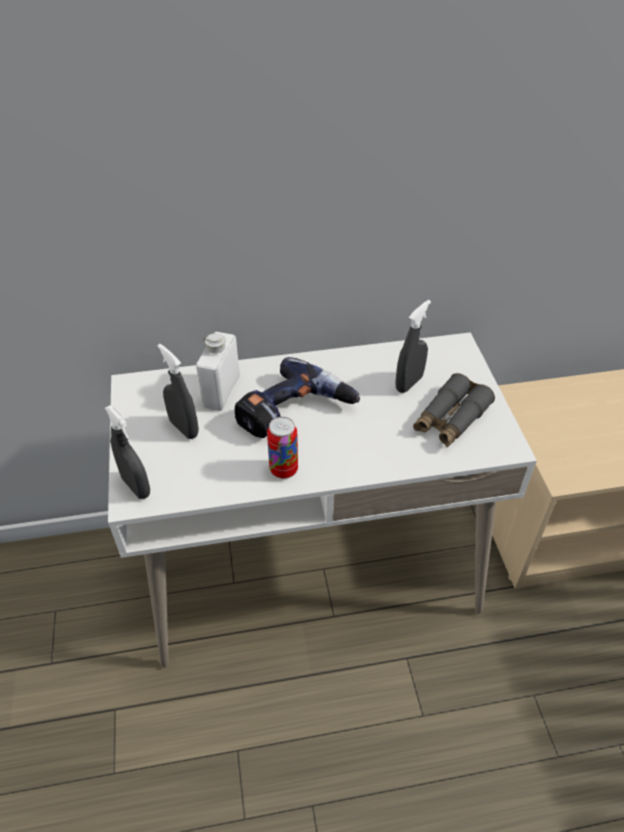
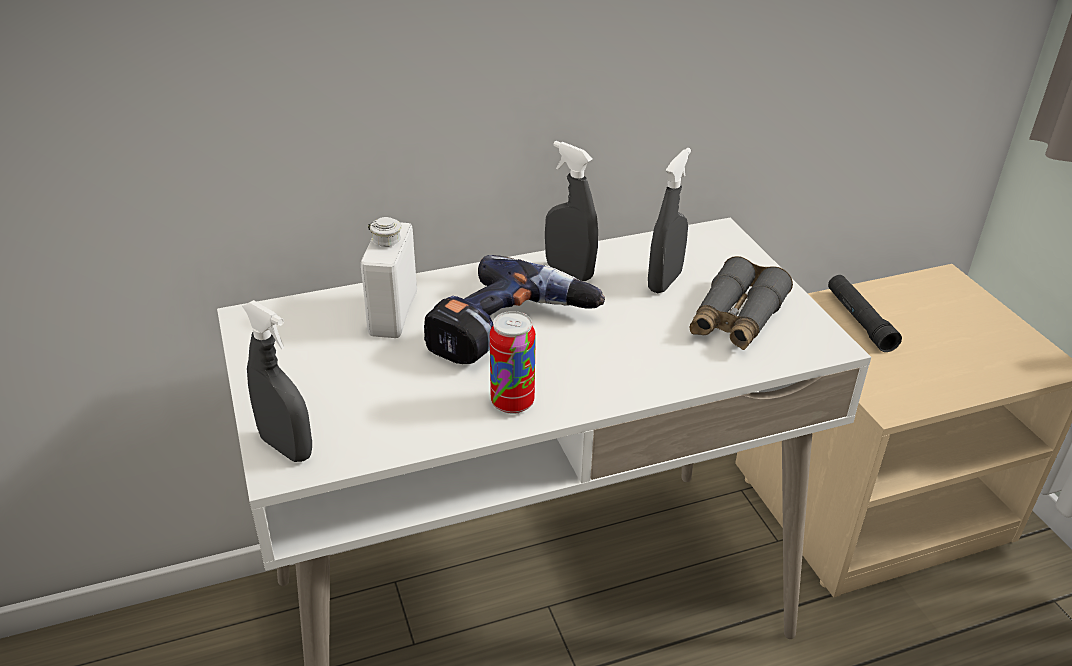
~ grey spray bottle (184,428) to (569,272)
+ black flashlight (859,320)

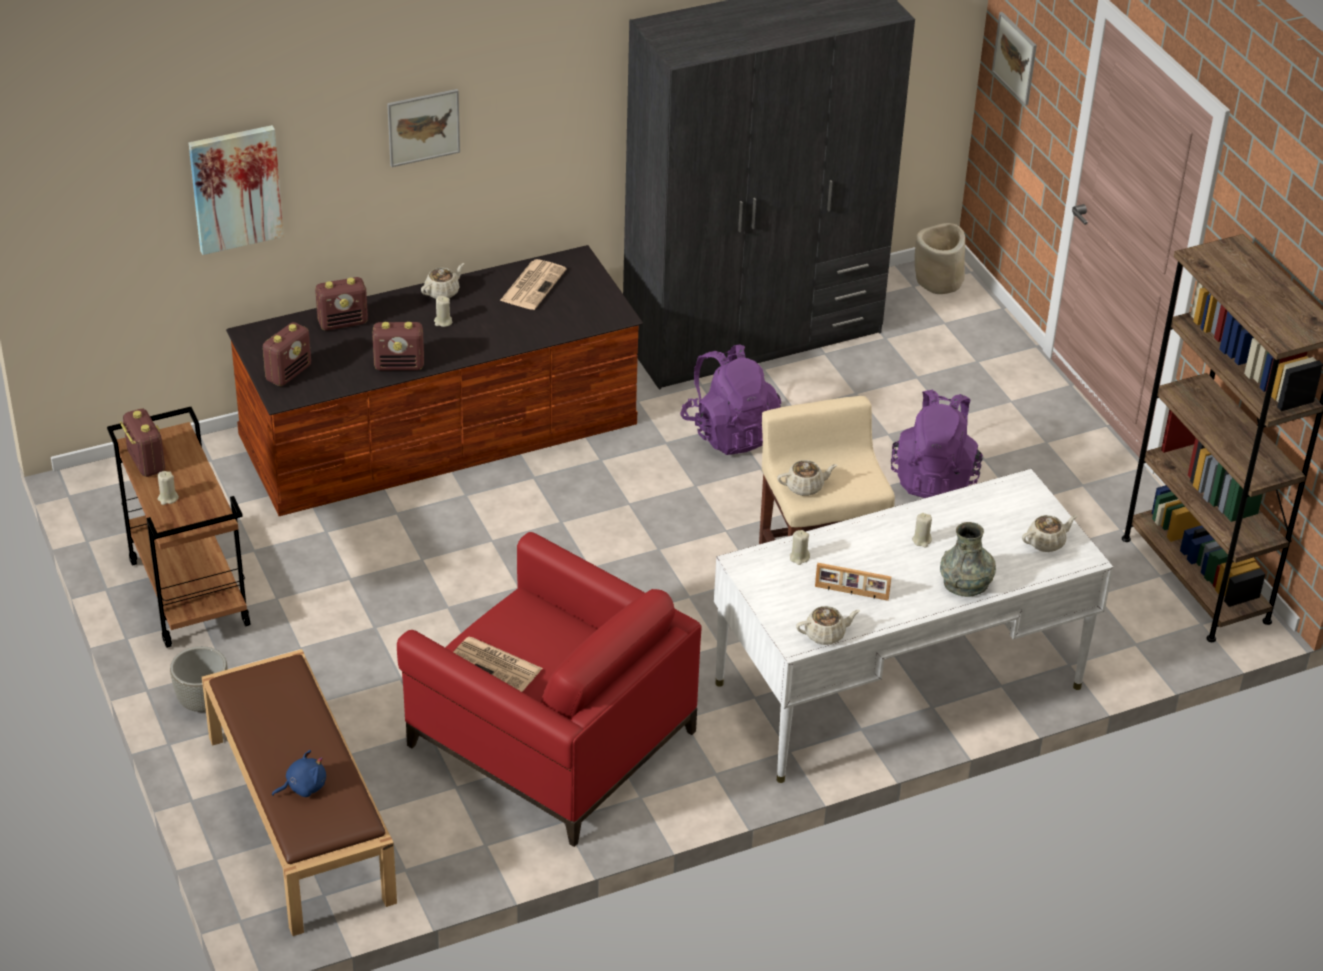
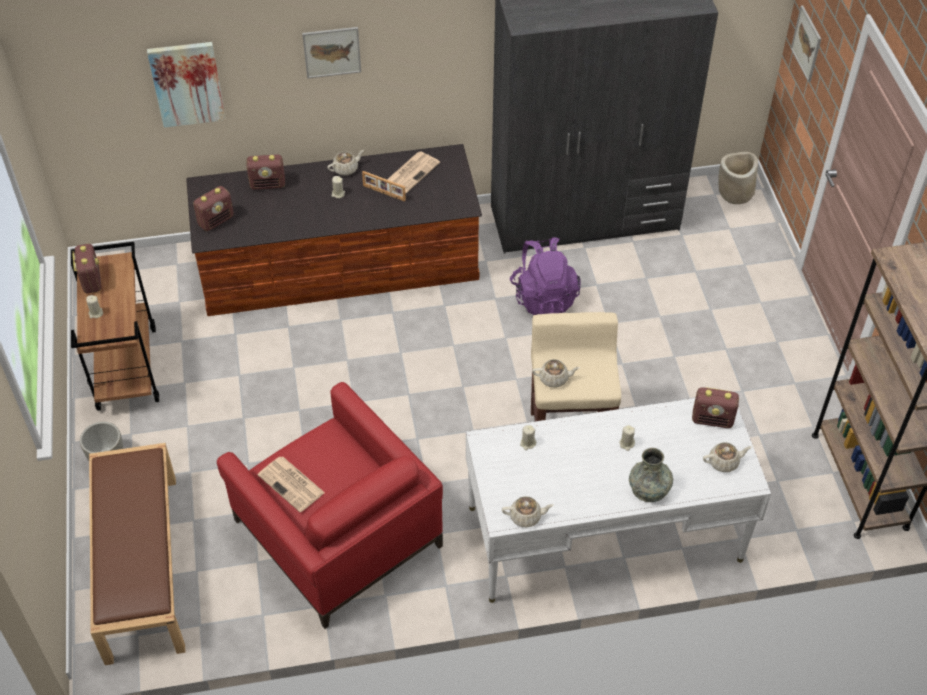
~ picture frame (851,593) to (384,193)
~ radio (399,365) to (712,420)
- blue plush toy (303,786)
- purple backpack (934,478)

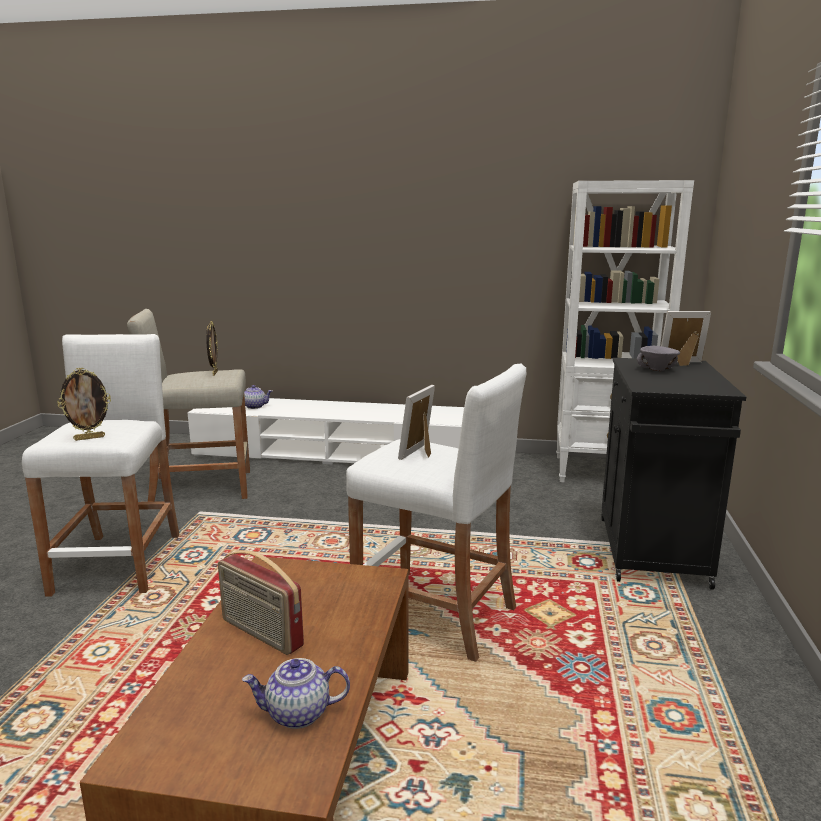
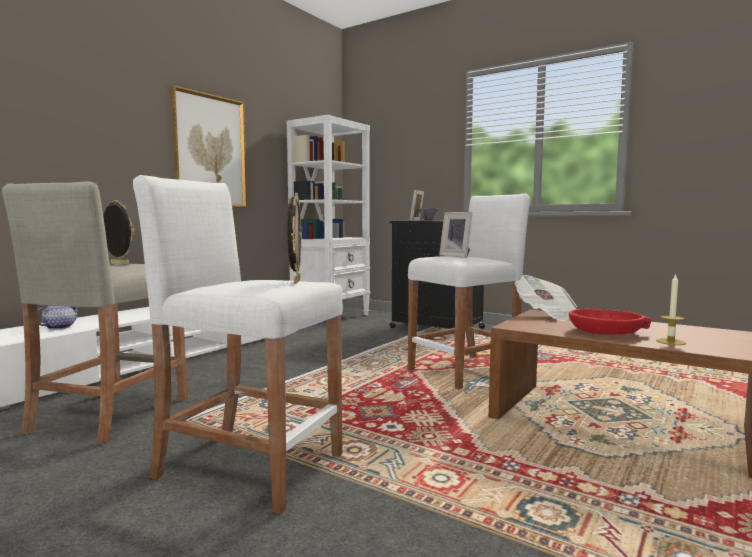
+ picture (210,151)
+ newspaper (546,314)
~ radio (260,634) to red bowl (605,331)
+ candle (670,342)
- teapot (297,714)

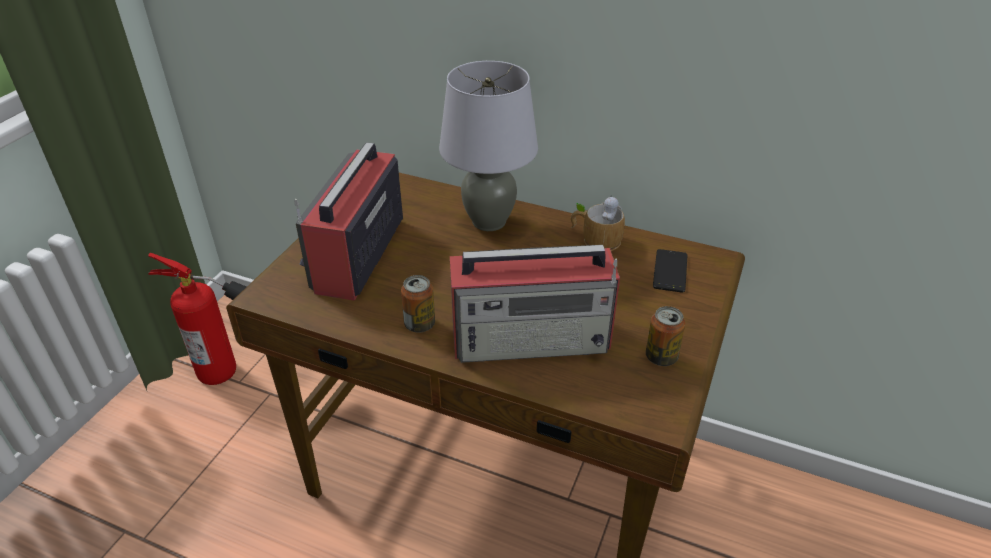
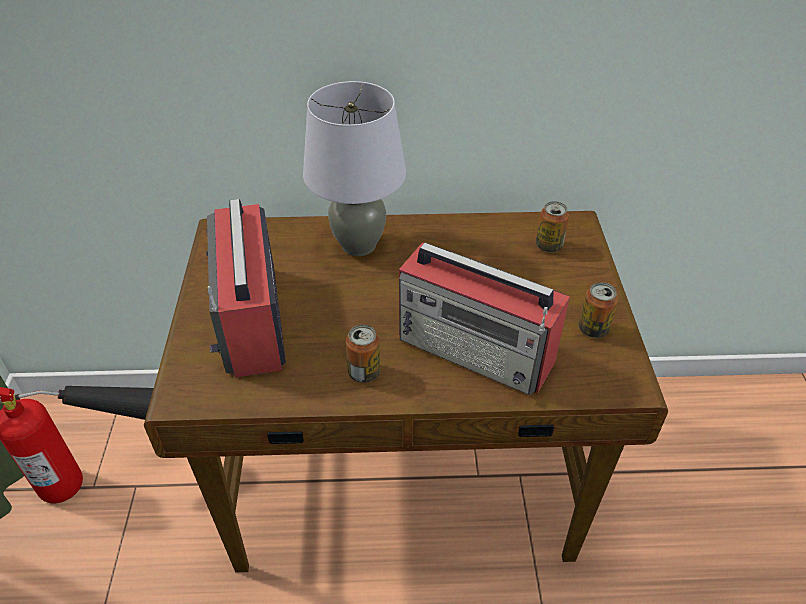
~ radio (533,339) = (477,350) 60 degrees clockwise
~ phone (670,271) to can (548,246)
- mug (595,238)

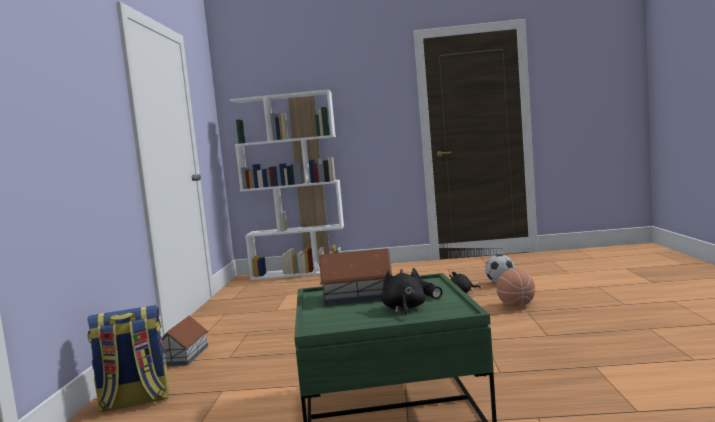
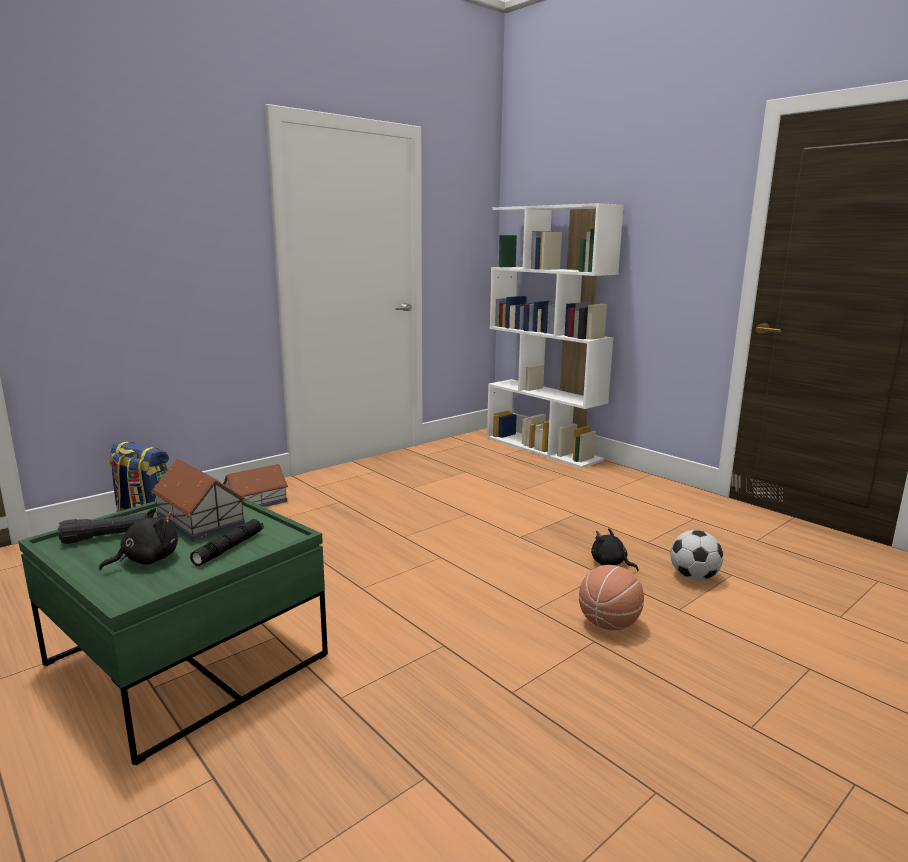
+ black flashlight (109,536)

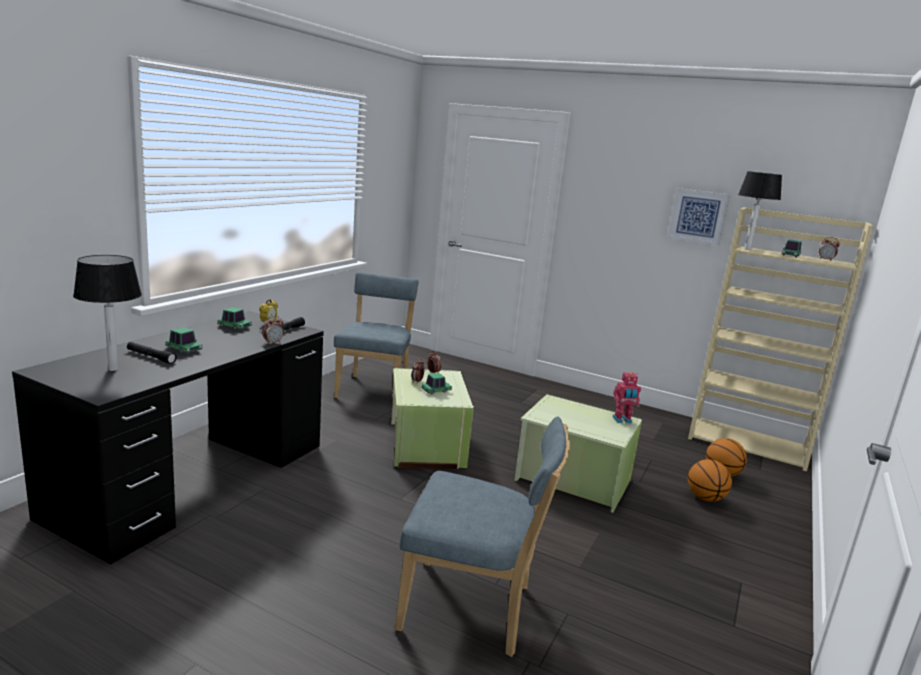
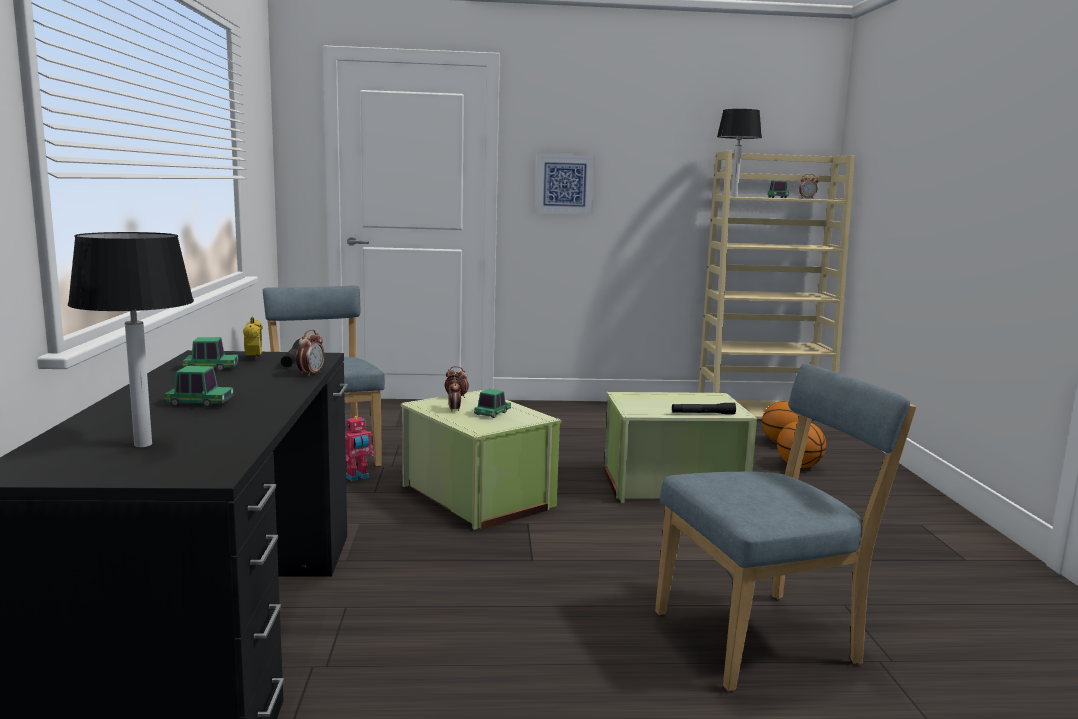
~ toy robot (622,420) to (357,477)
~ picture (698,216) to (564,184)
~ black flashlight (151,357) to (703,414)

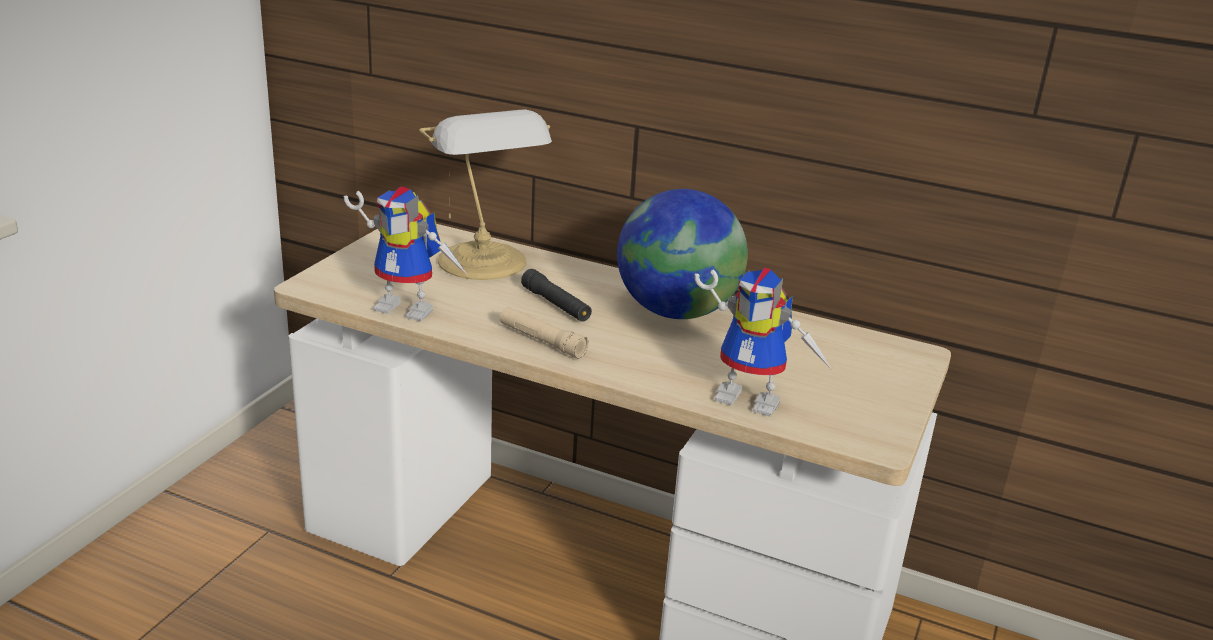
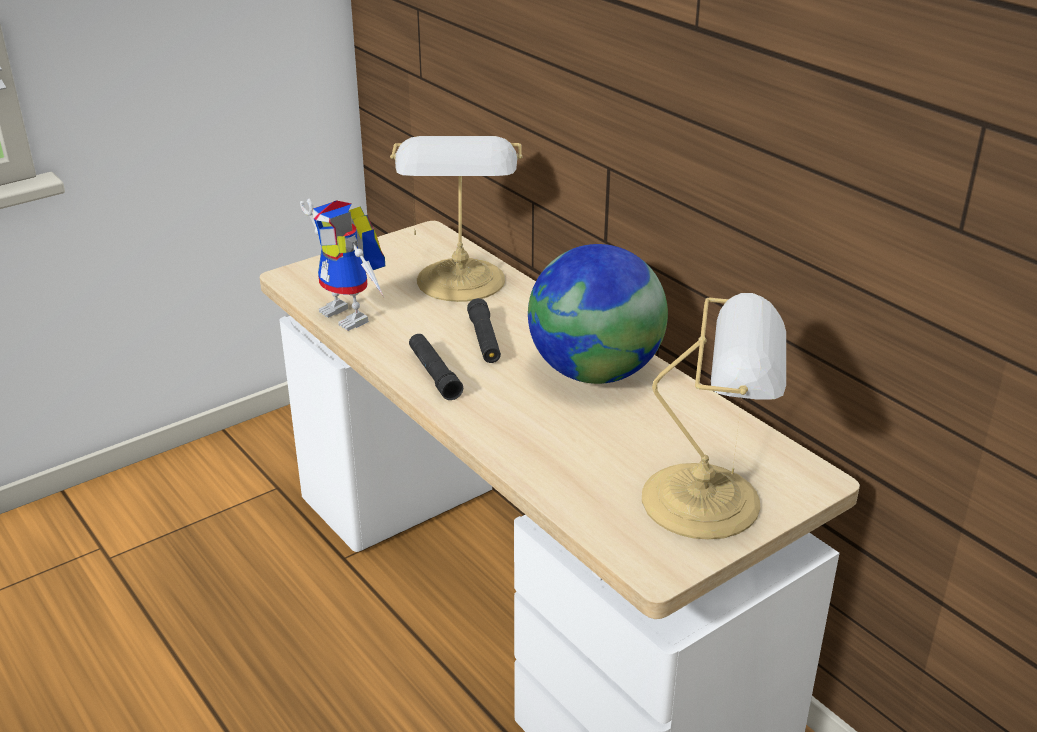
~ beige flashlight (541,340) to black flashlight (434,374)
+ table lamp (707,501)
- toy robot (755,398)

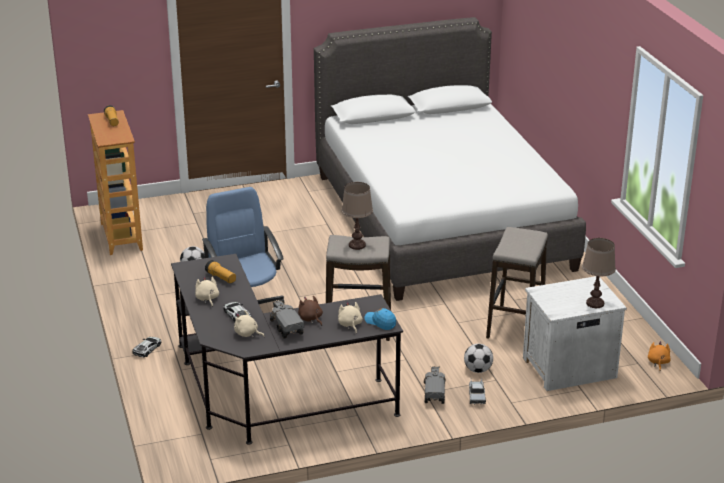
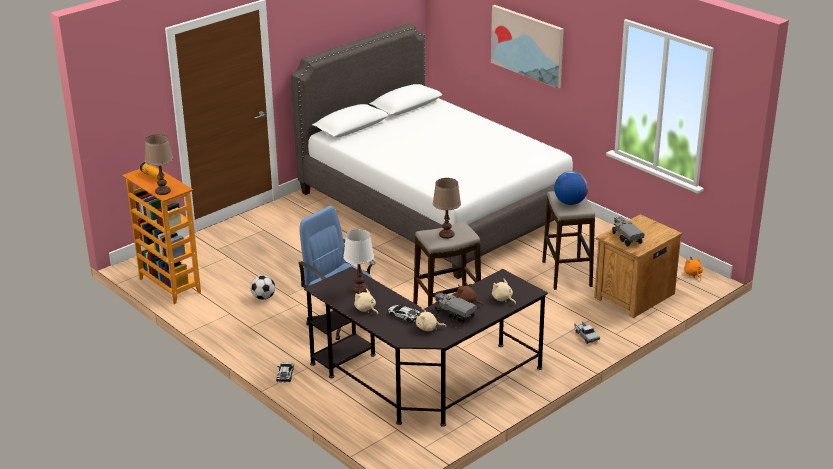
~ brown table lamp (595,303) to (162,191)
~ flashlight (221,278) to white table lamp (360,289)
+ picture (527,45)
+ globe (570,202)
~ white nightstand (567,367) to brown nightstand (633,295)
~ toy truck (434,393) to (626,238)
- blue cap (380,322)
- football (478,370)

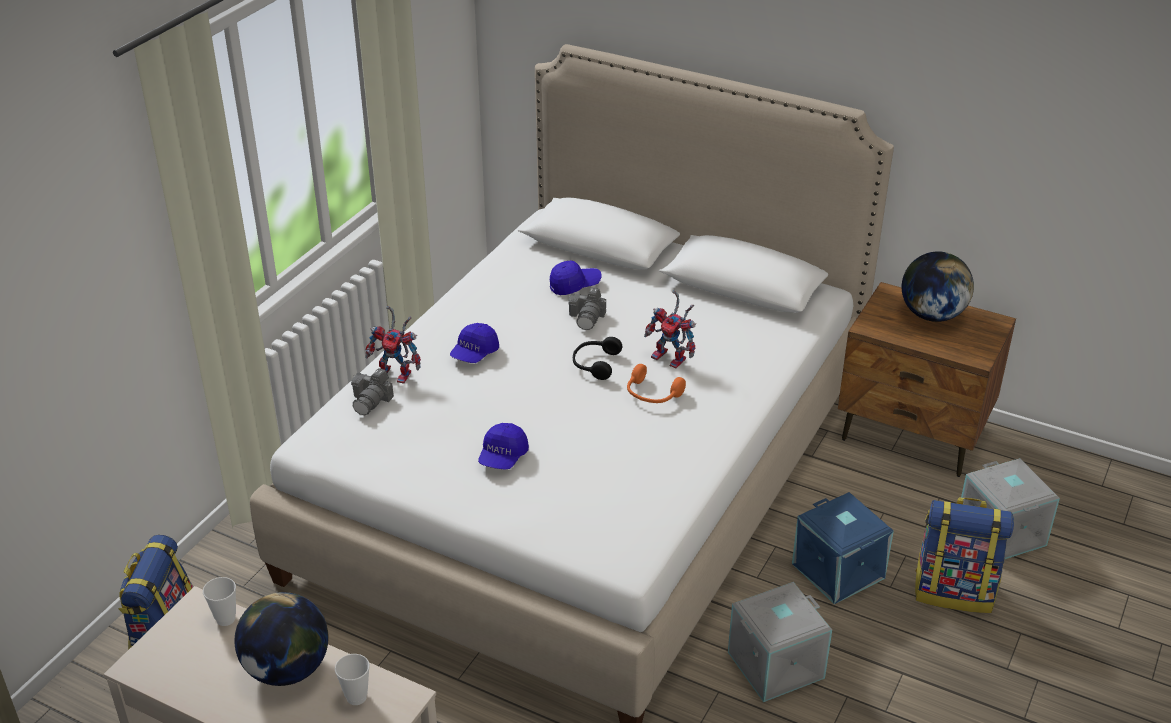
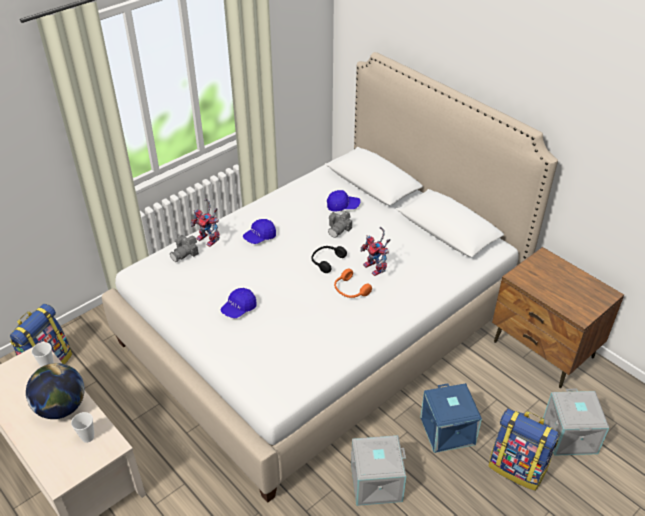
- globe (932,315)

